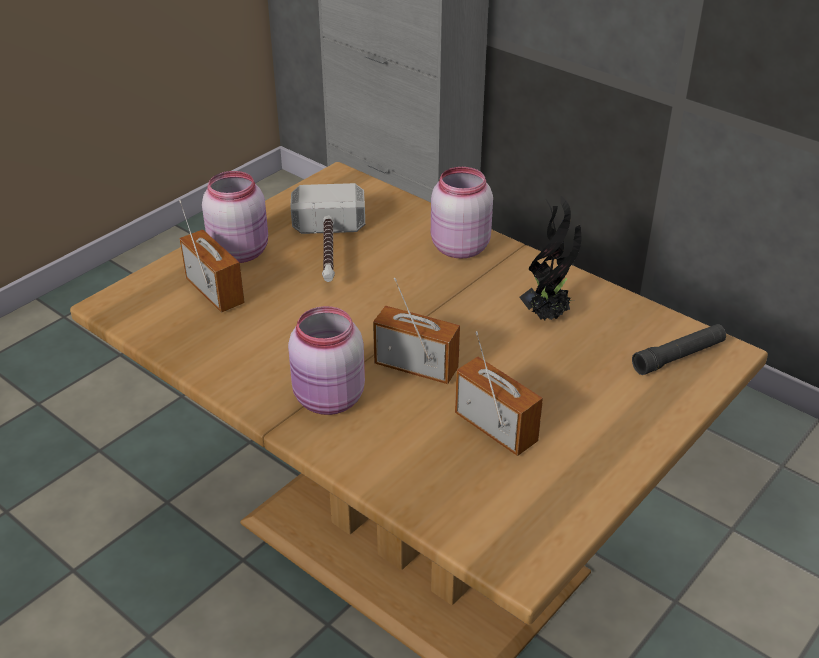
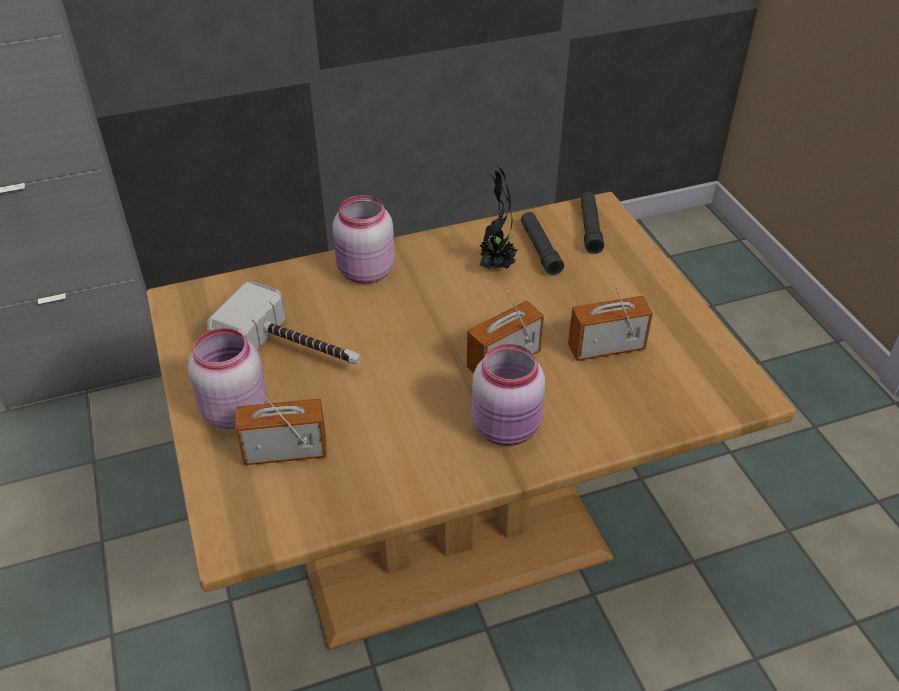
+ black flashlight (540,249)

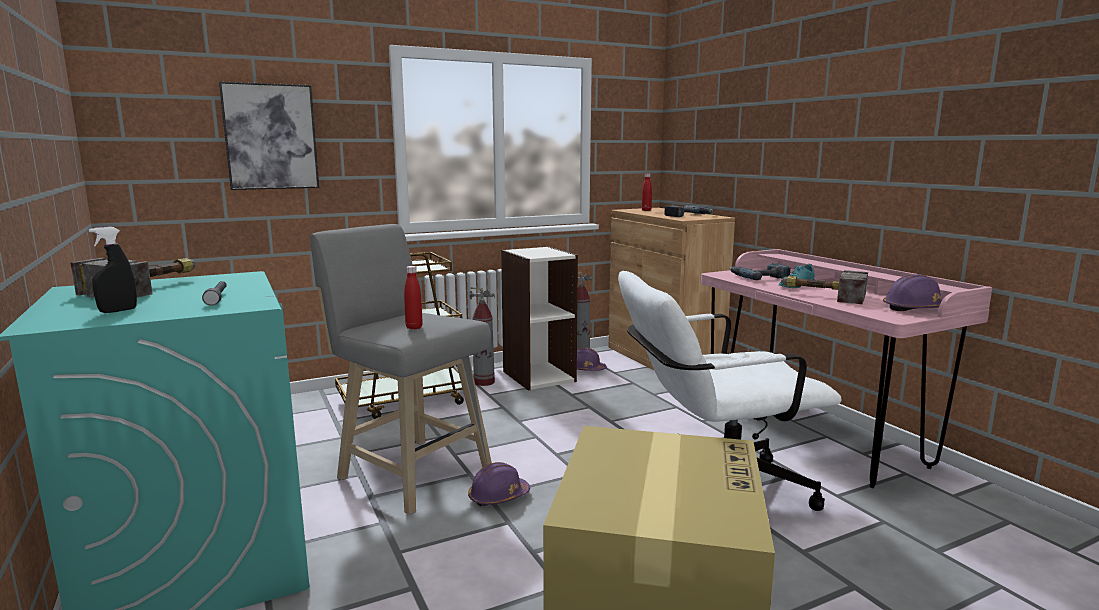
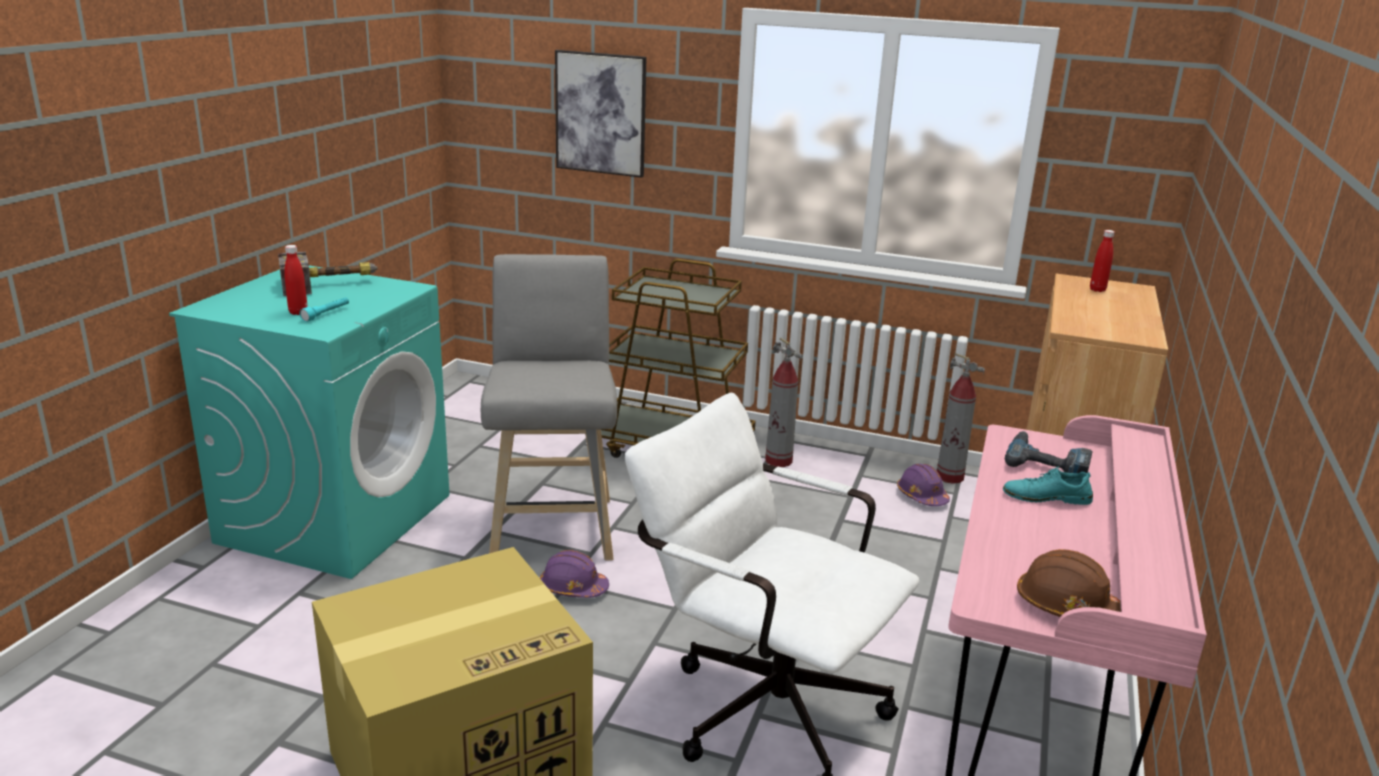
~ red bottle (414,327) to (298,312)
~ grey flashlight (217,298) to turquoise flashlight (326,314)
~ purple hard hat (914,309) to brown hard hat (1066,607)
- black spray bottle (118,311)
- bookcase (538,376)
- power drill (688,215)
- hammer (821,295)

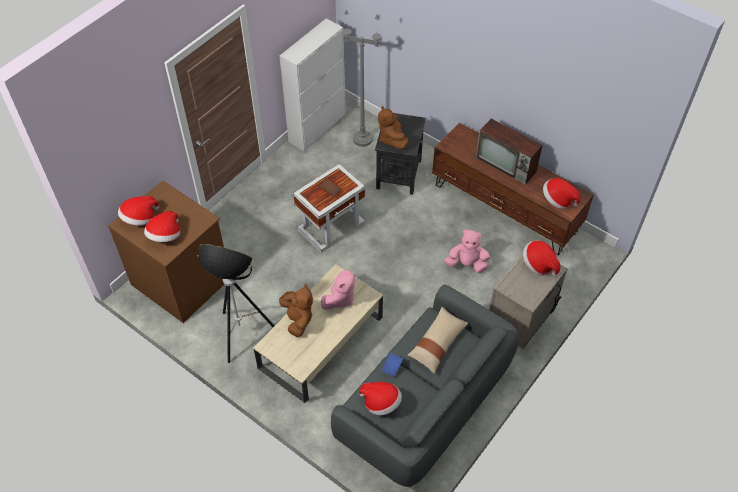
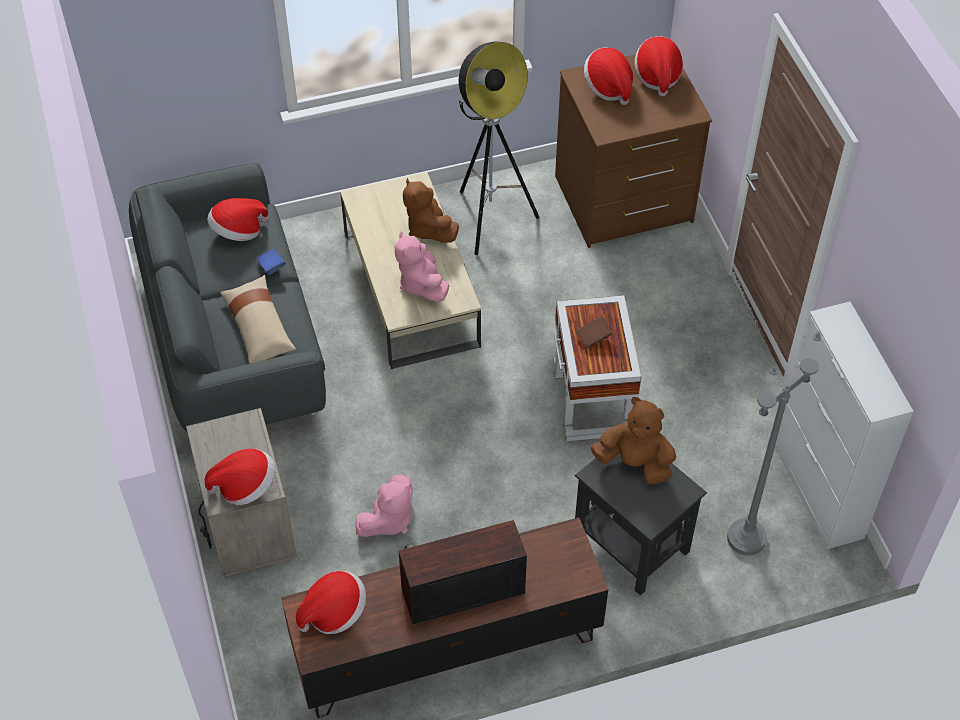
~ brown plush toy (298,319) = (428,228) 45 degrees clockwise

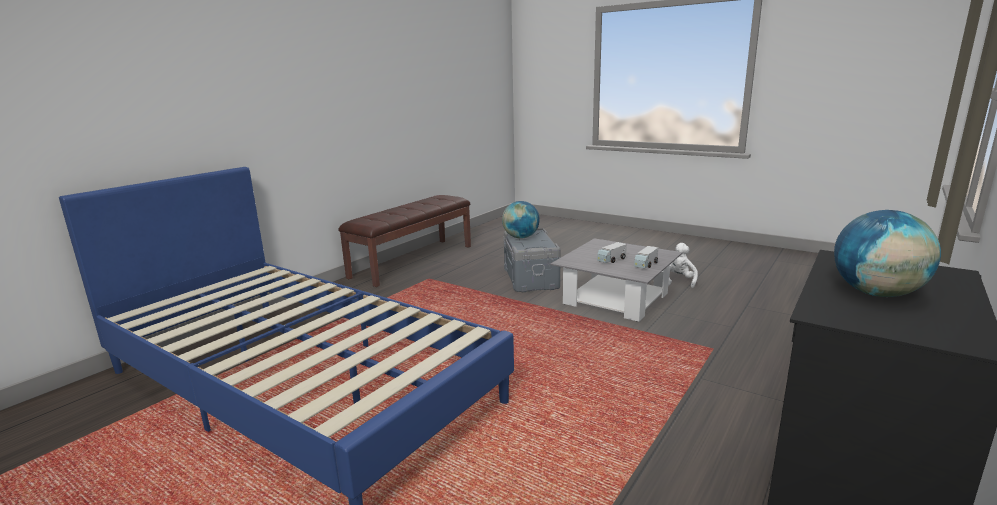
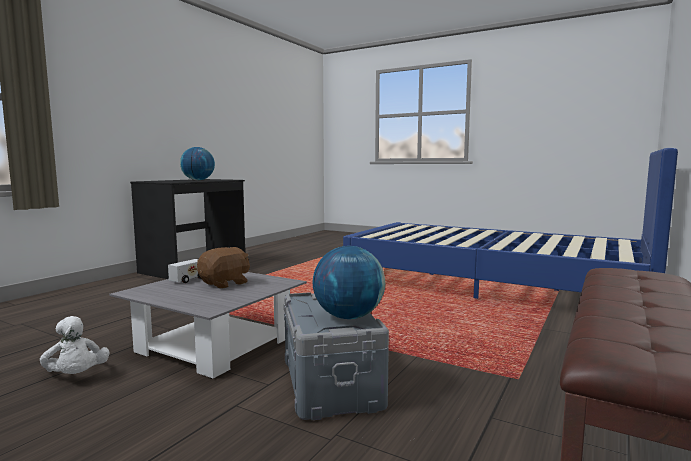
~ white plush toy (678,281) = (76,376) 45 degrees counterclockwise
~ toy truck (611,260) to brown plush toy (225,283)

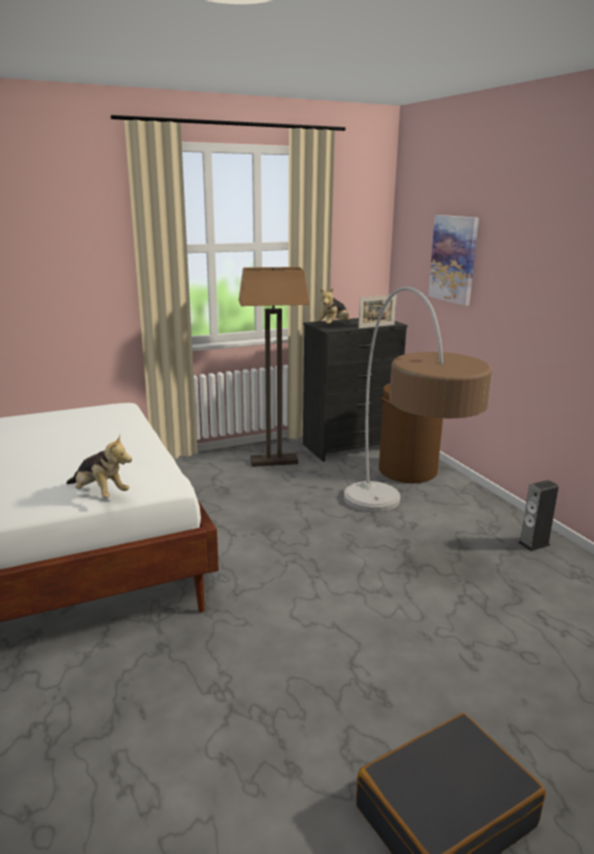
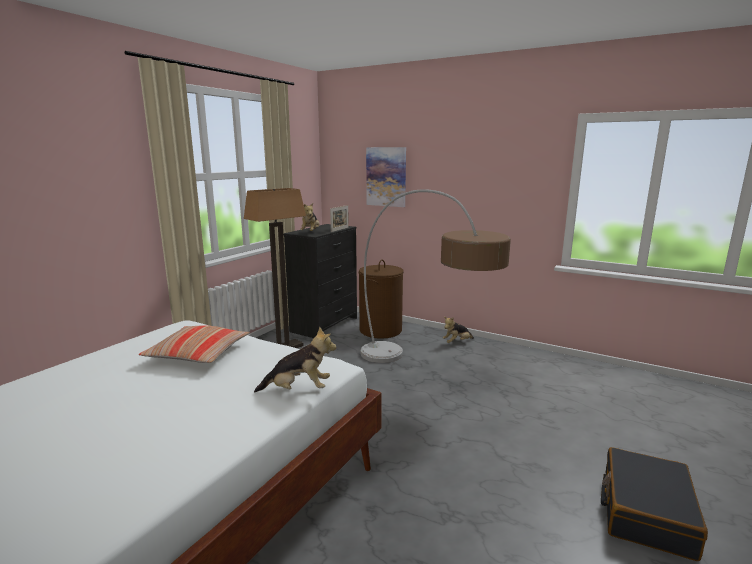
+ pillow (198,354)
+ plush toy (457,342)
- speaker (534,544)

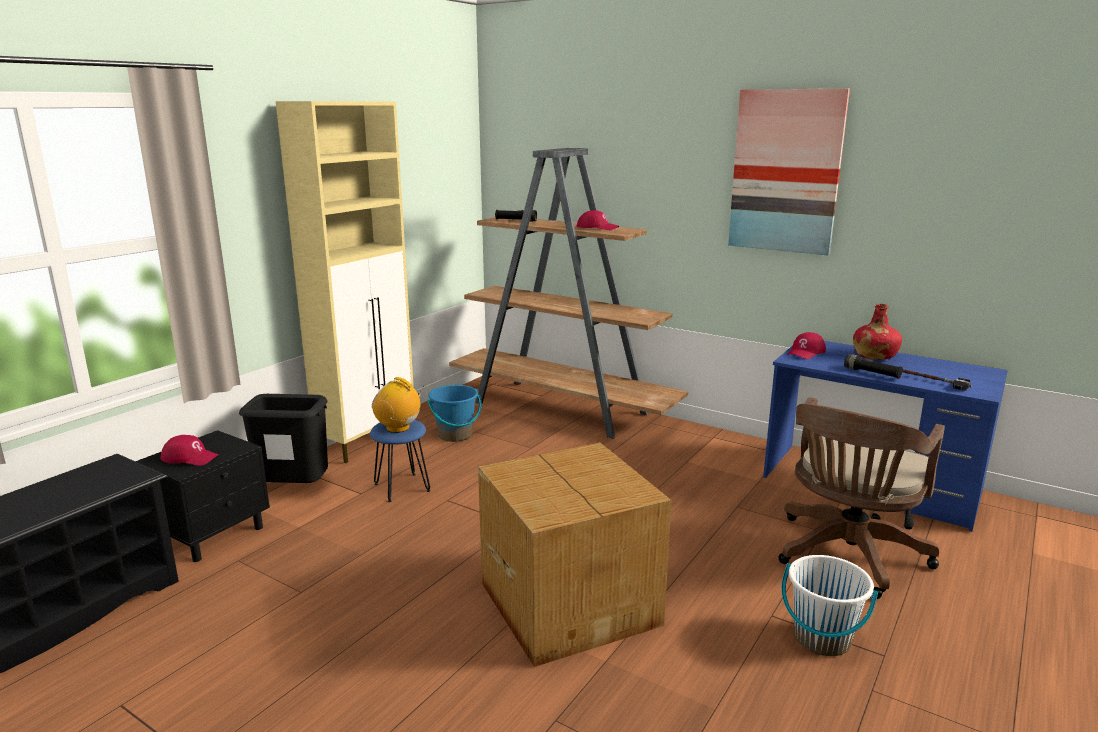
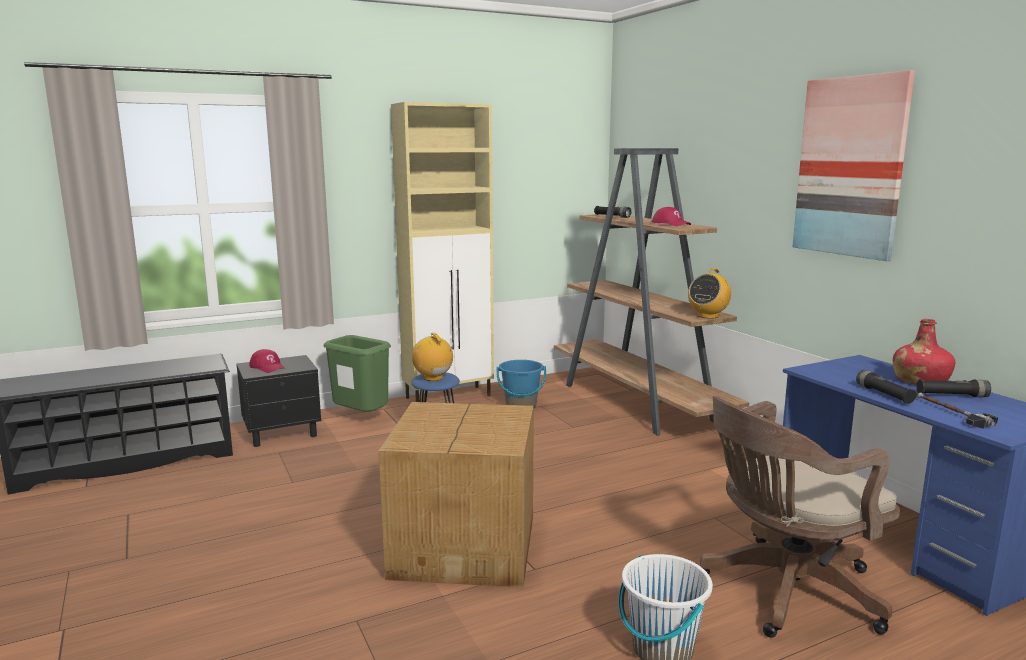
~ black trash can (295,491) to green trash can (362,418)
+ radio (708,316)
+ black flashlight (951,396)
- red cap (806,352)

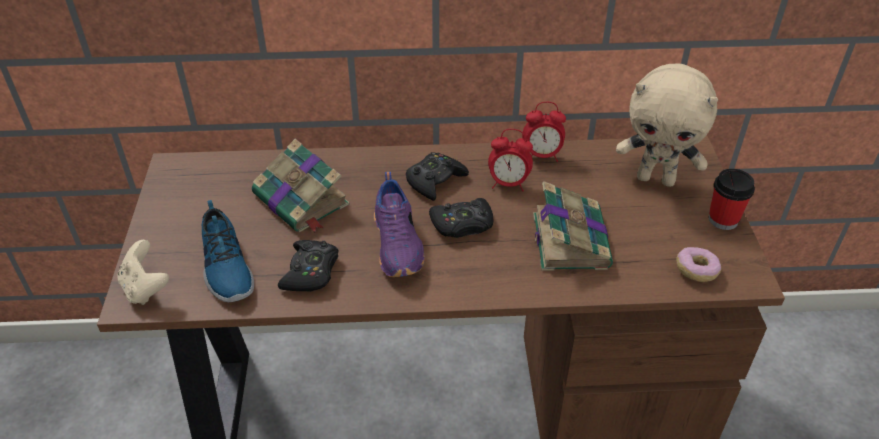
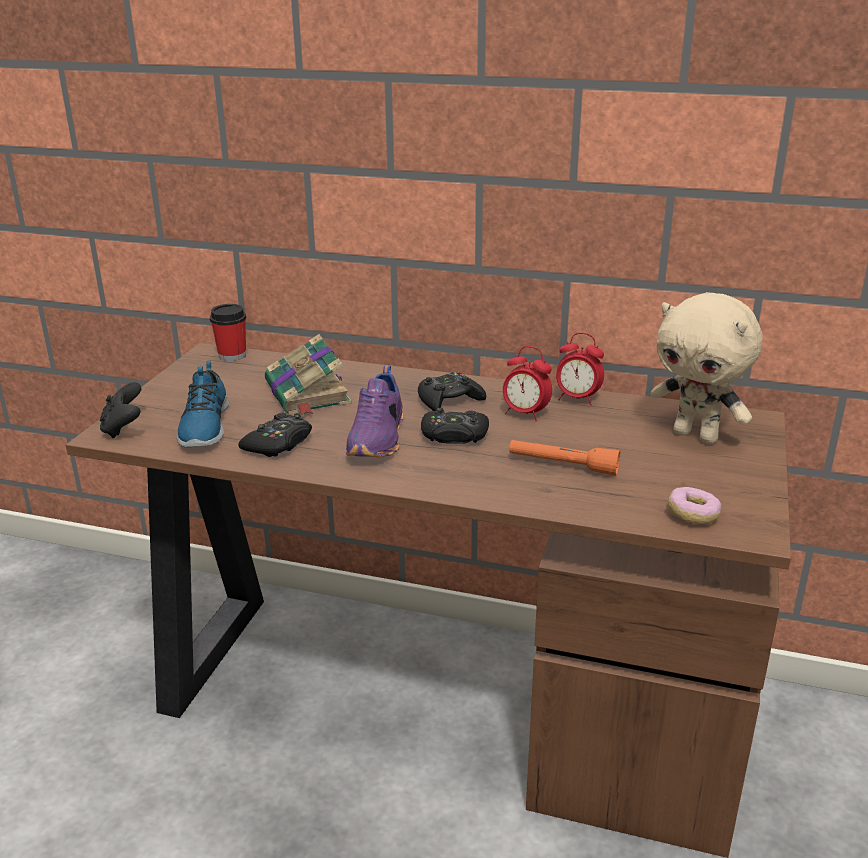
~ beige game controller (146,288) to black game controller (124,428)
~ cup (723,219) to (232,355)
~ book (570,239) to orange flashlight (562,465)

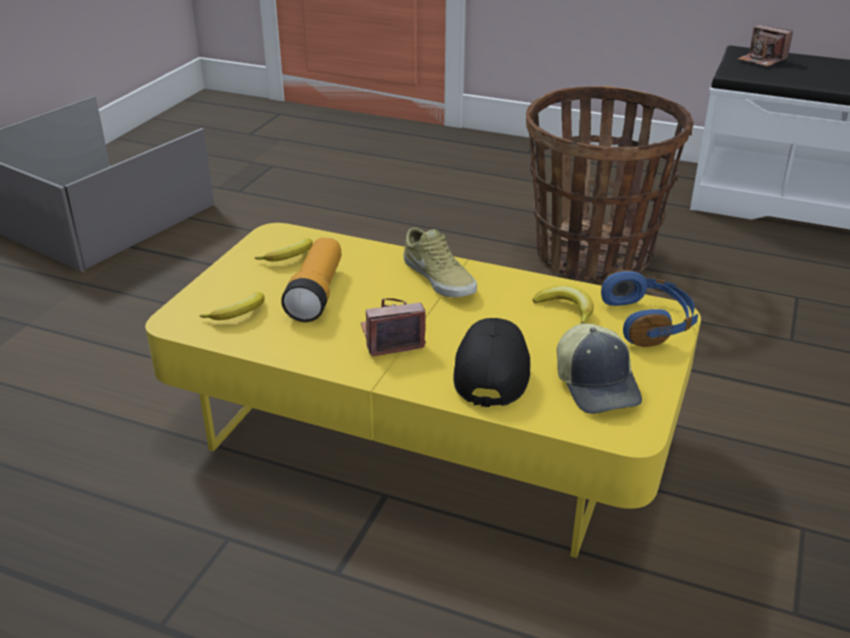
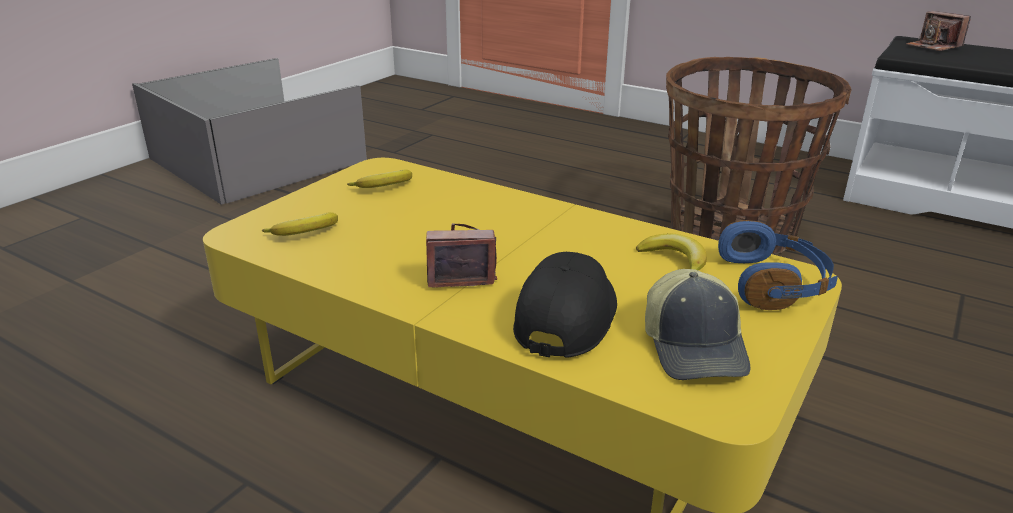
- flashlight (316,294)
- beige shoe (441,277)

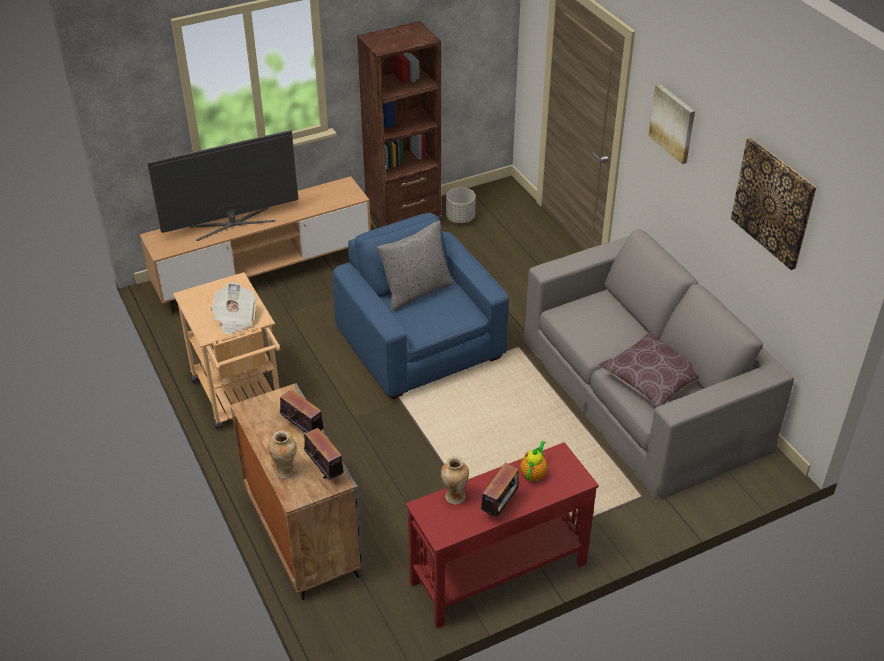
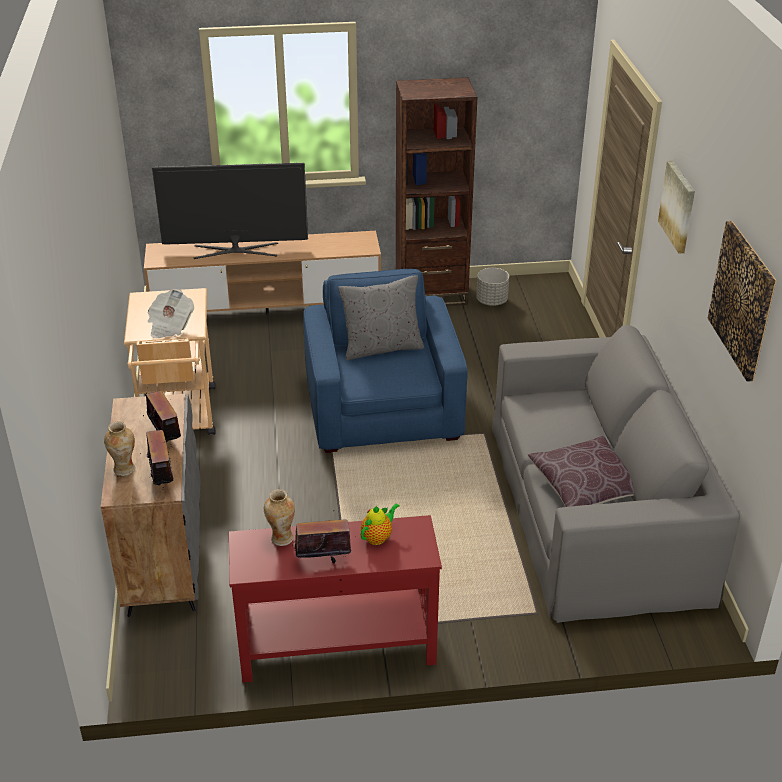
~ radio (500,507) = (322,560) 150 degrees counterclockwise

